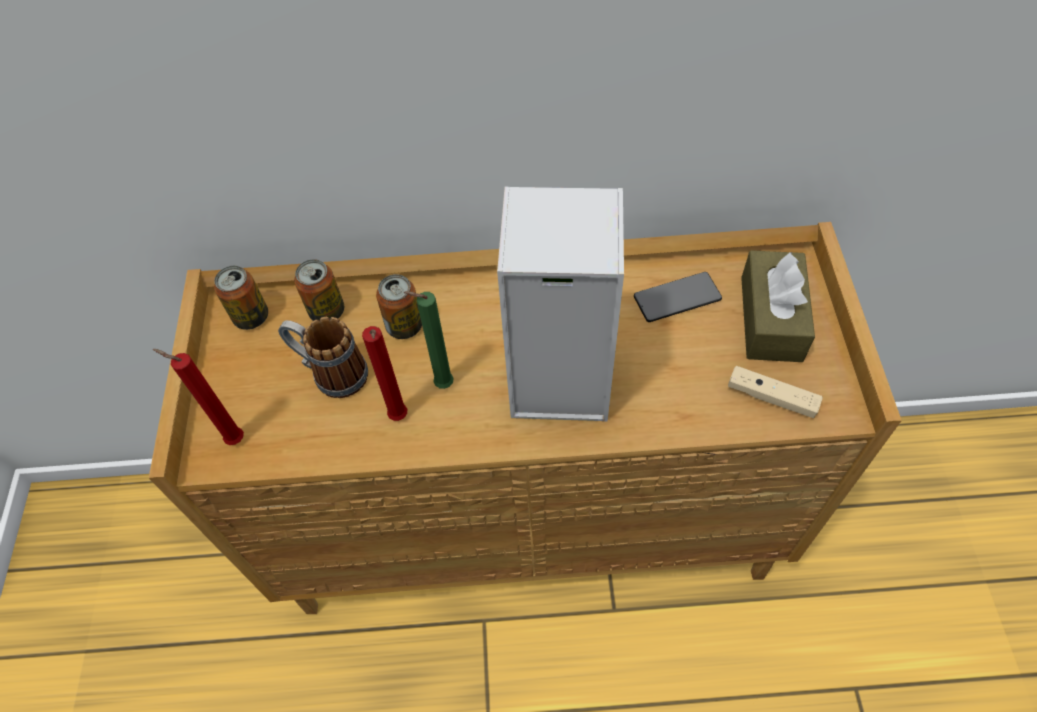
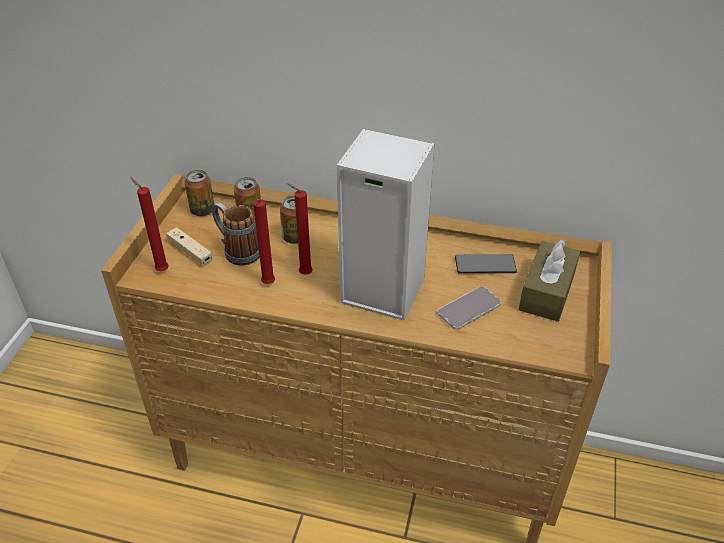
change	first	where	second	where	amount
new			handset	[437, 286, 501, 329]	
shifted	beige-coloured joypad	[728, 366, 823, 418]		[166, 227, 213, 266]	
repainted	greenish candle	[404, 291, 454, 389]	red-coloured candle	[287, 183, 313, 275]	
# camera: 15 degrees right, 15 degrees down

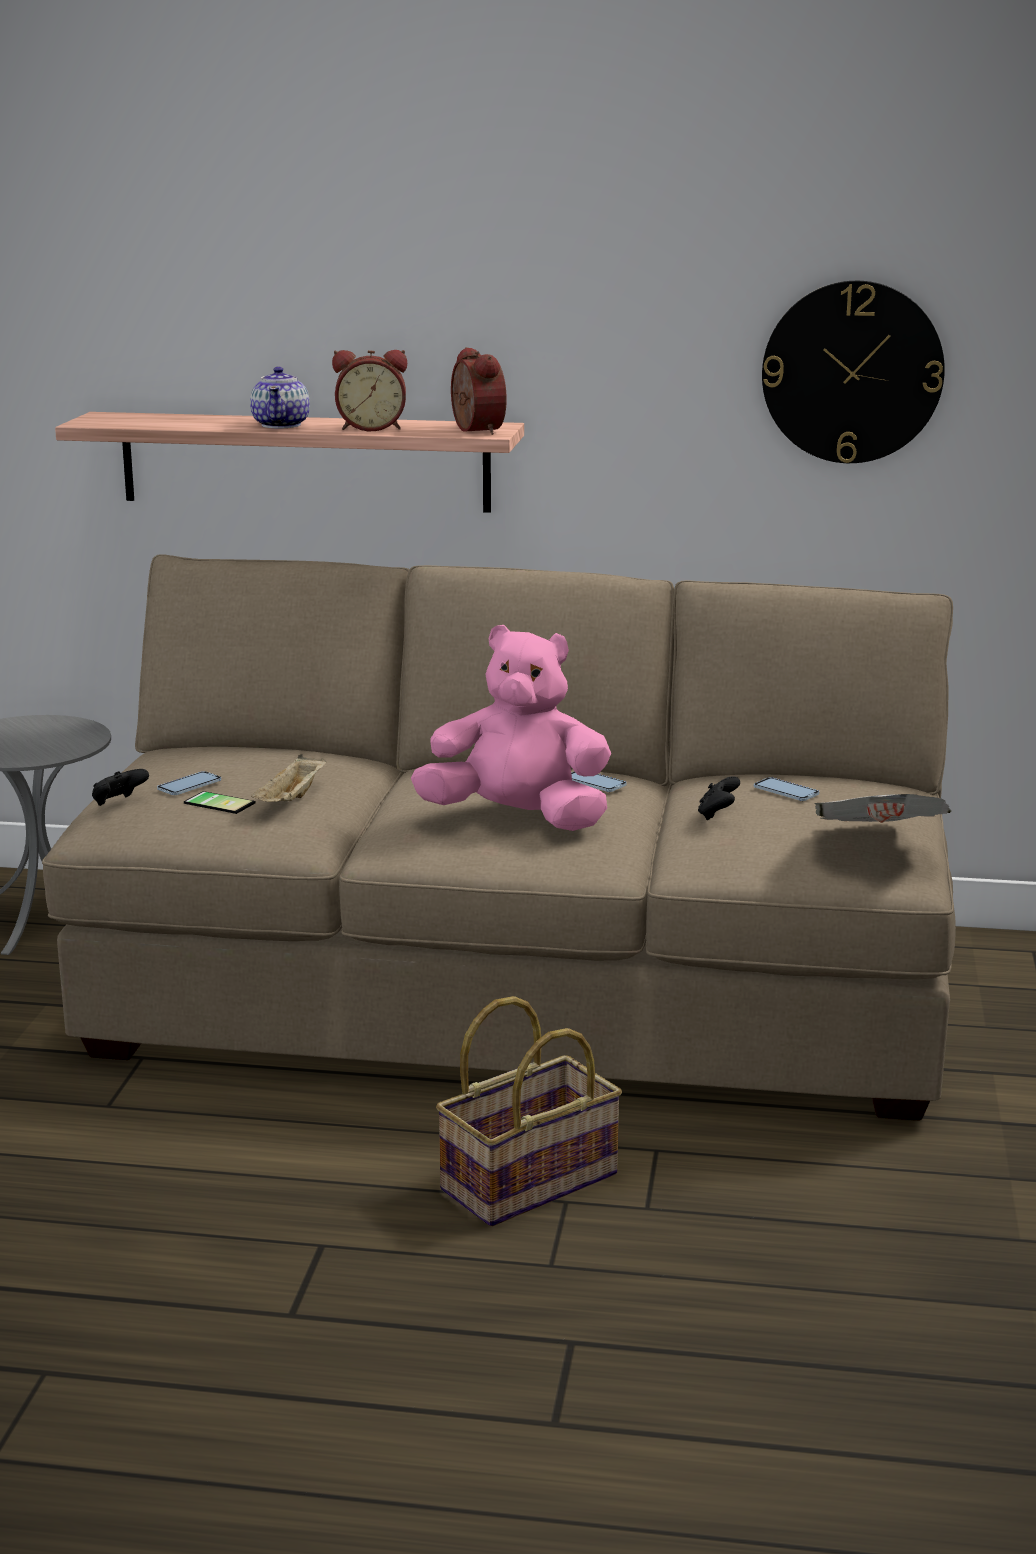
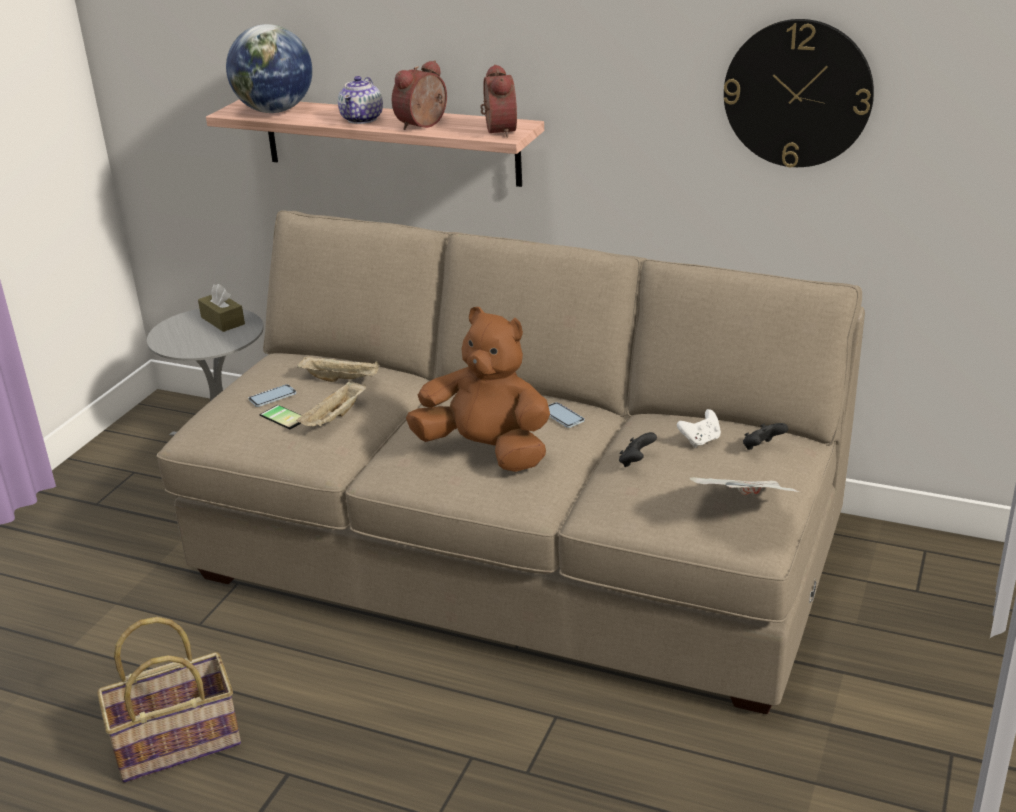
change	first	where	second	where	amount
new			brownish box of tissues	[198, 284, 245, 332]	
new			world globe	[226, 24, 312, 113]	
new			beige-coloured tray	[297, 356, 379, 382]	
shifted	blackish joypad	[92, 769, 149, 806]		[743, 423, 788, 450]	
shifted	household basket	[436, 996, 622, 1227]		[97, 617, 241, 783]	
swapped	handset	[754, 777, 819, 801]	white joypad	[677, 409, 721, 448]	
repainted	pinkish cuddly toy	[411, 625, 611, 831]	brownish cuddly toy	[406, 307, 550, 472]	
rotated	bedside clock	[332, 350, 407, 431]		[392, 60, 447, 130]	120 degrees clockwise
# camera: 15 degrees right, 10 degrees up

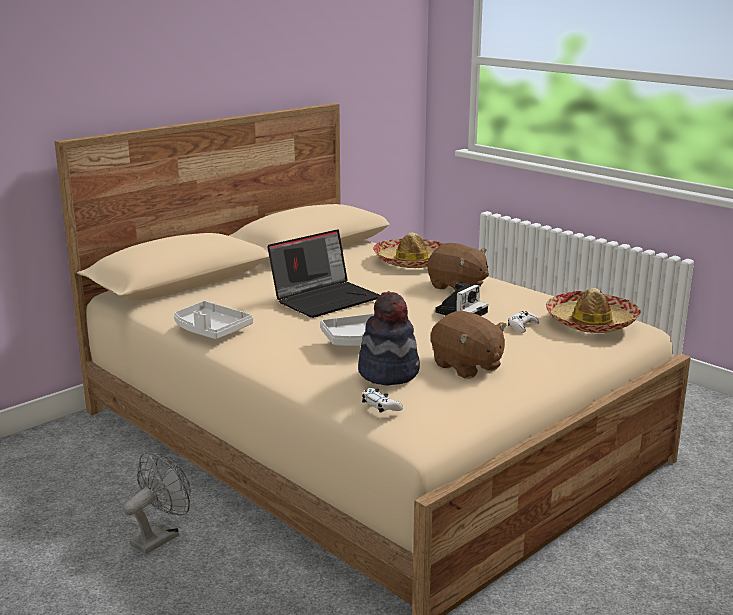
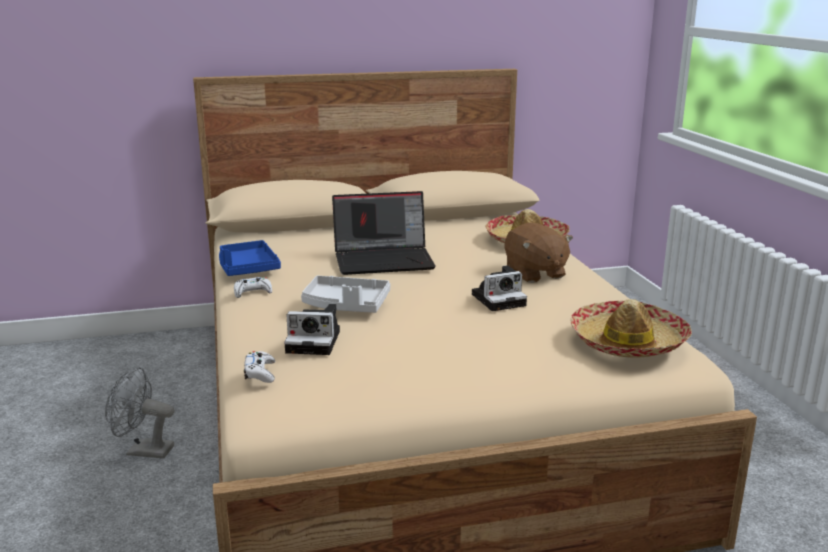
change	first	where	second	where	amount
gone	brownish cuddly toy	[431, 311, 507, 379]			
shifted	white joypad	[508, 311, 539, 333]		[234, 277, 272, 298]	
swapped	hat	[358, 291, 420, 385]	photo camera	[284, 304, 340, 355]	
repainted	greyish tray	[174, 301, 253, 339]	blue-coloured tray	[219, 240, 281, 276]	
rotated	greyish electric fan	[123, 452, 191, 554]		[105, 367, 174, 459]	150 degrees counterclockwise
# camera: 30 degrees right, 0 degrees up

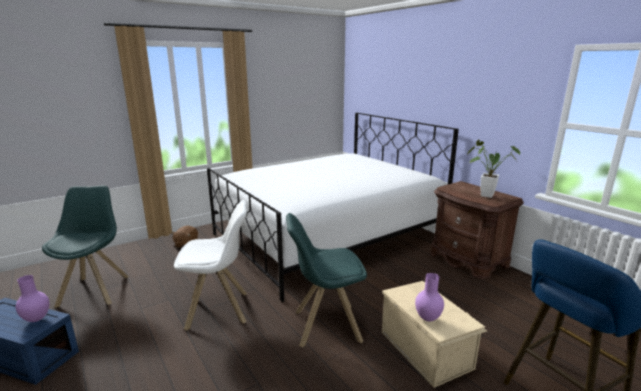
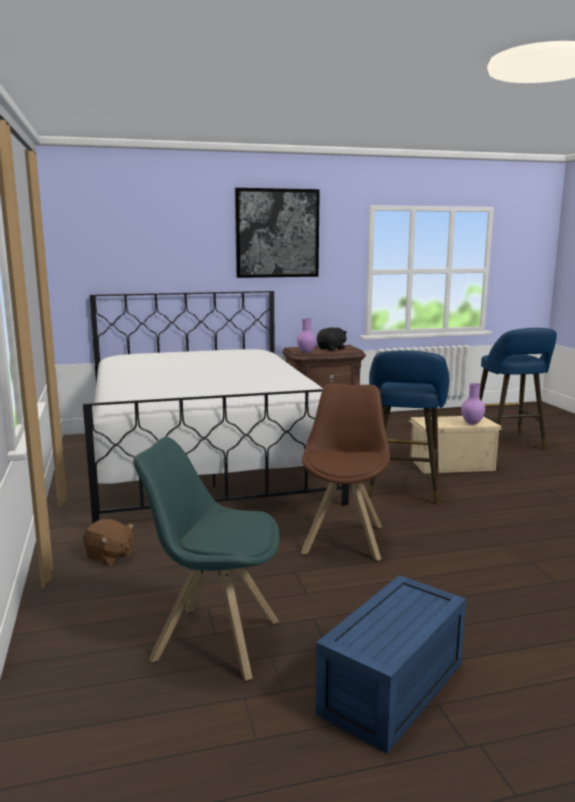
change	first	where	second	where	amount
new			wall art	[235, 188, 320, 278]	
shifted	purplish vase	[16, 275, 49, 322]		[297, 318, 316, 353]	
swapped	blue-green plain chair	[286, 213, 367, 348]	blue-coloured stool seat	[368, 350, 449, 504]	
swapped	houseplant	[468, 140, 520, 198]	blackish cuddly toy	[317, 327, 347, 351]	
repainted	white plain chair	[174, 200, 247, 331]	brownish plain chair	[301, 383, 390, 561]	
# camera: 70 degrees left, 5 degrees down

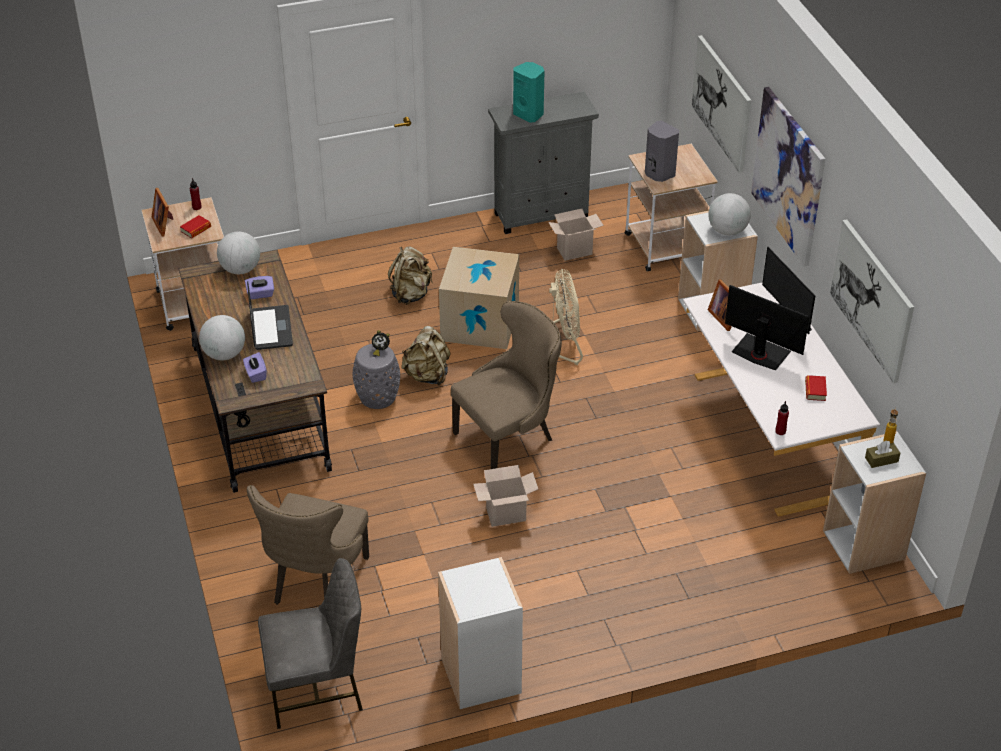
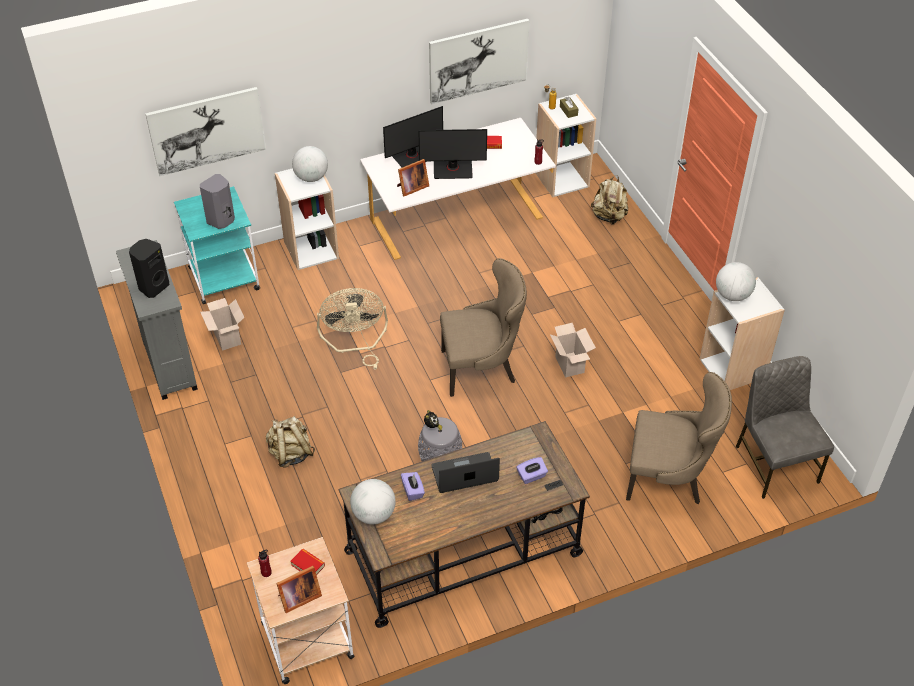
change	first	where	second	where	amount
gone	packing box	[439, 247, 519, 349]			
gone	wall art	[751, 87, 825, 266]			
shifted	world globe	[199, 315, 245, 360]		[716, 262, 756, 301]	
shifted	beige-coloured knapsack	[401, 326, 451, 386]		[591, 175, 628, 224]	
repainted	blue-green audio speaker	[513, 62, 544, 123]	blackish audio speaker	[129, 239, 170, 298]	
repainted	beige-coloured trolley	[625, 144, 718, 271]	blue-green trolley	[174, 186, 260, 304]	
rotated	beige-coloured plain chair	[451, 301, 562, 469]		[440, 258, 527, 397]	120 degrees clockwise
rotated	computer screen	[725, 285, 810, 370]		[418, 129, 487, 179]	120 degrees counterclockwise
# camera: 95 degrees left, 5 degrees up

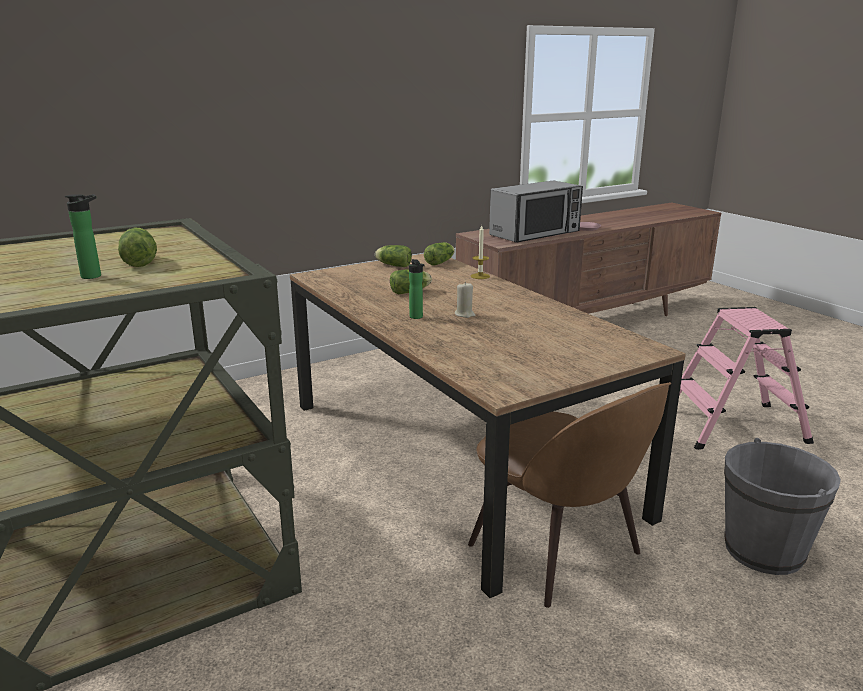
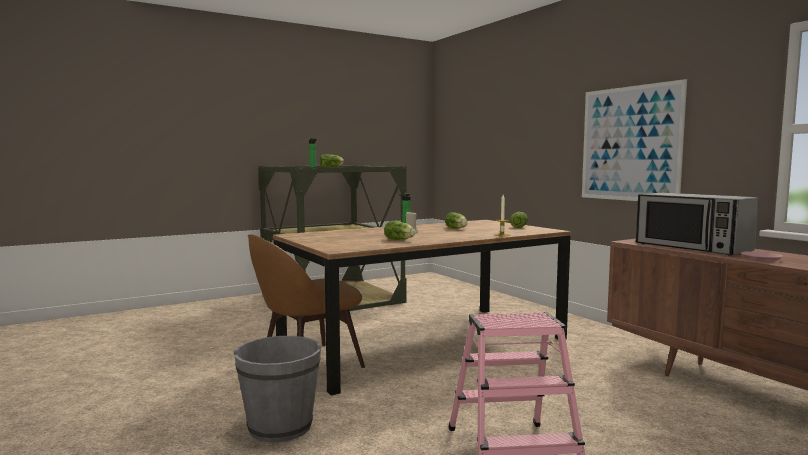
change	first	where	second	where	amount
new			wall art	[582, 79, 687, 201]	
shifted	lettuce head	[424, 242, 455, 266]		[384, 221, 415, 240]	
# camera: 90 degrees right, 15 degrees down

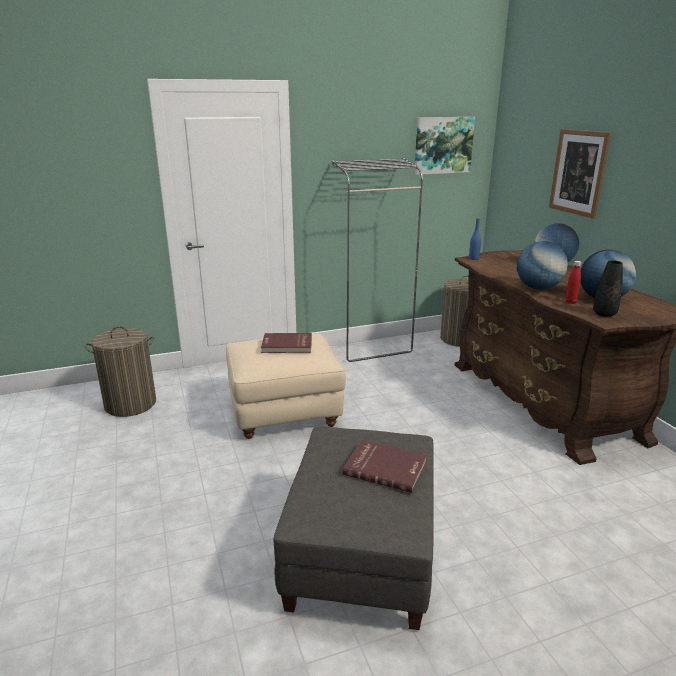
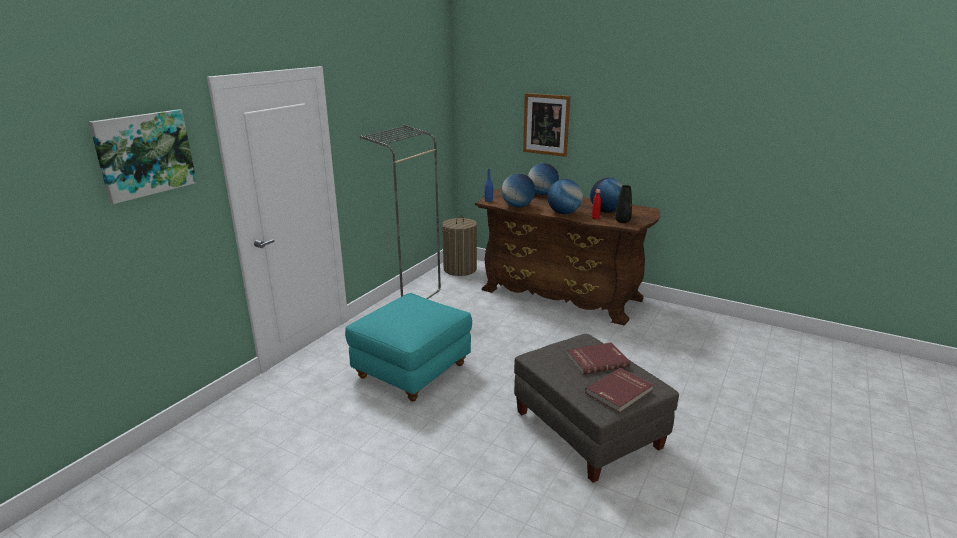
change	first	where	second	where	amount
gone	laundry basket	[85, 326, 156, 417]			
new			world globe	[502, 173, 535, 207]	
shifted	red-coloured volume	[261, 333, 312, 353]		[585, 368, 653, 413]	
shifted	wall art	[414, 117, 475, 175]		[89, 109, 197, 204]	
repainted	beige-coloured ottoman	[226, 334, 346, 439]	blue-green ottoman	[345, 293, 472, 401]	
# camera: 40 degrees left, 0 degrees up

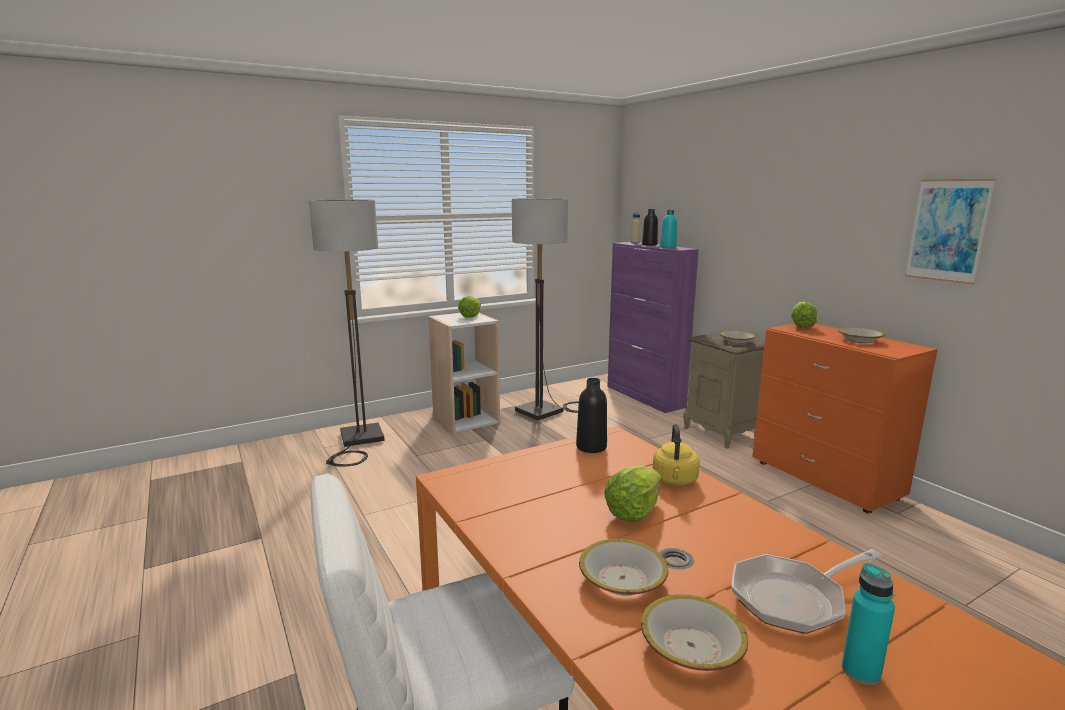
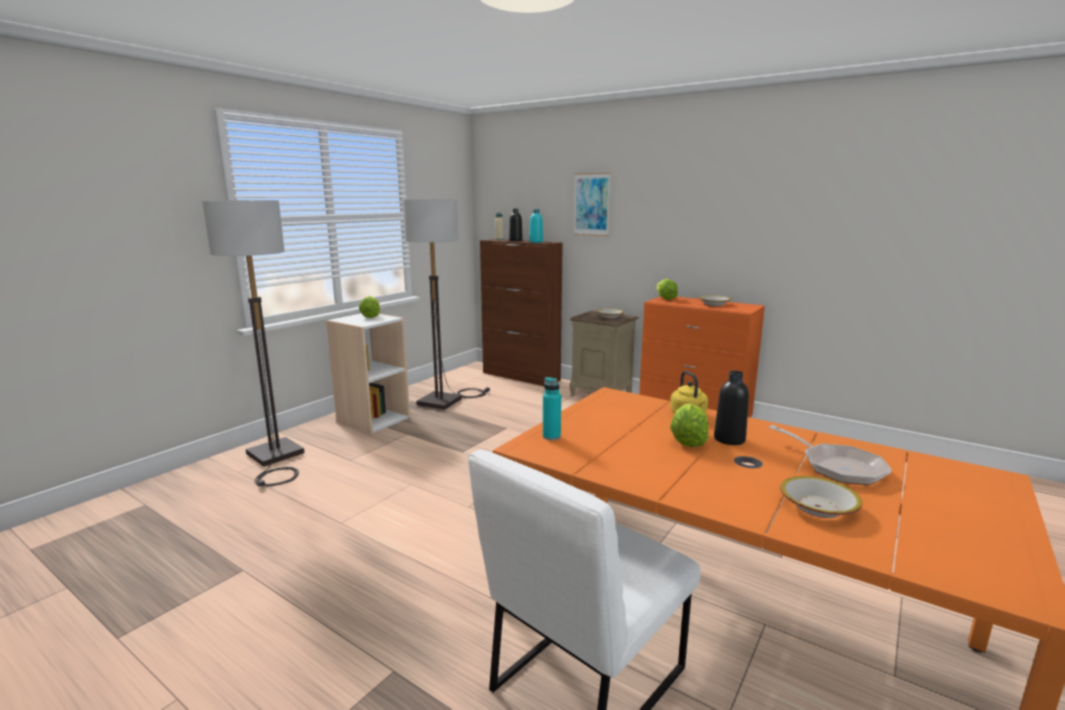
change	first	where	second	where	amount
gone	bowl	[579, 539, 668, 596]			
shifted	blackish bottle	[576, 378, 607, 453]		[714, 371, 749, 445]	
shifted	blue-green bottle	[842, 563, 895, 685]		[543, 377, 561, 440]	
shifted	wall art	[905, 179, 996, 284]		[573, 173, 611, 236]	
repainted	purplish storage cabinet	[608, 242, 699, 413]	brownish storage cabinet	[480, 239, 563, 386]	
rotated	pan	[732, 549, 882, 634]		[769, 425, 892, 485]	75 degrees counterclockwise
# camera: 25 degrees left, 0 degrees up

